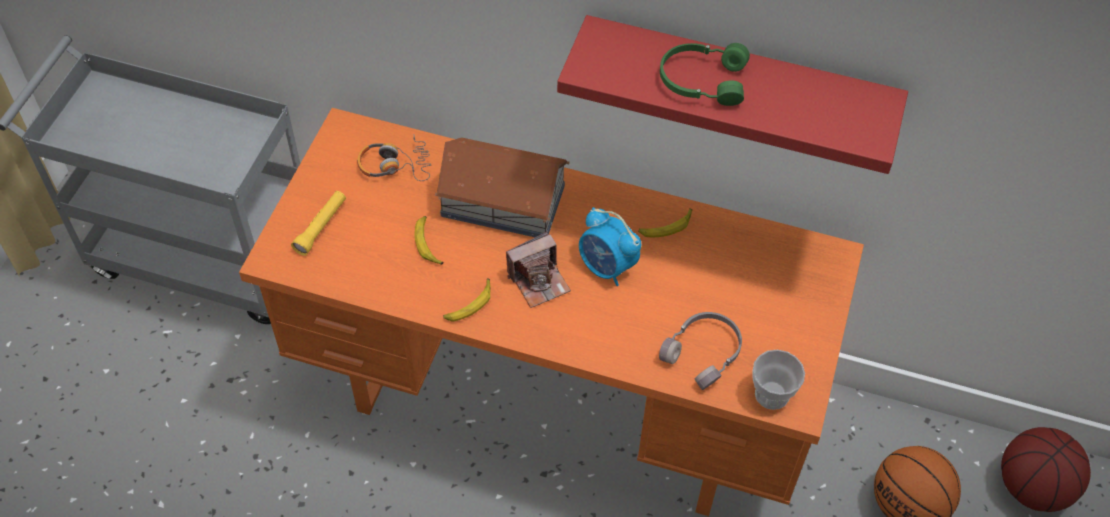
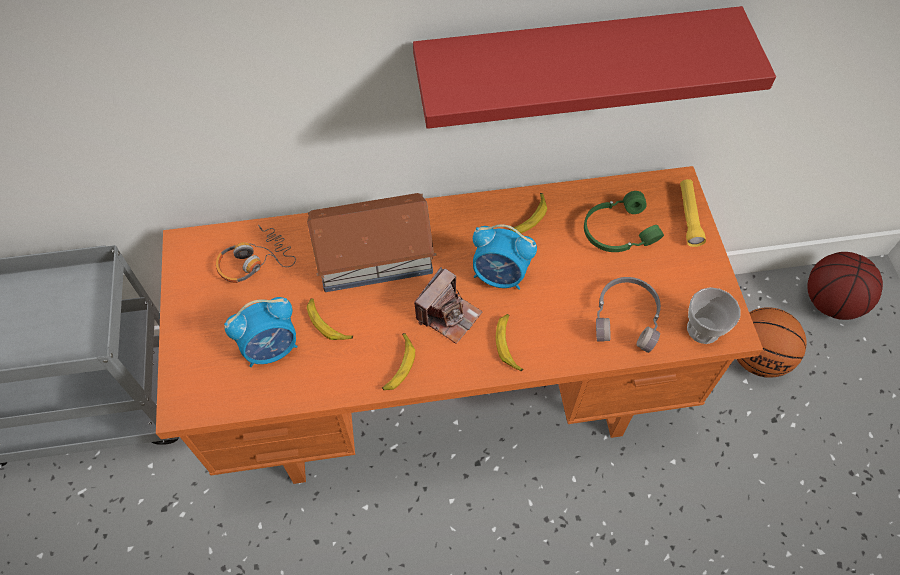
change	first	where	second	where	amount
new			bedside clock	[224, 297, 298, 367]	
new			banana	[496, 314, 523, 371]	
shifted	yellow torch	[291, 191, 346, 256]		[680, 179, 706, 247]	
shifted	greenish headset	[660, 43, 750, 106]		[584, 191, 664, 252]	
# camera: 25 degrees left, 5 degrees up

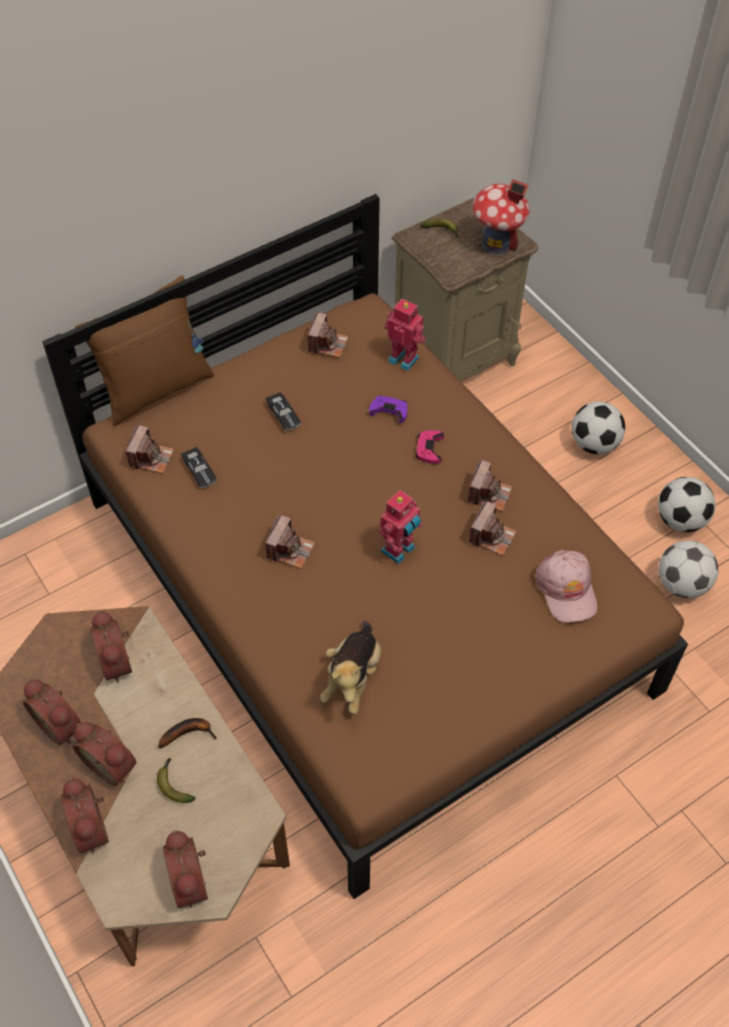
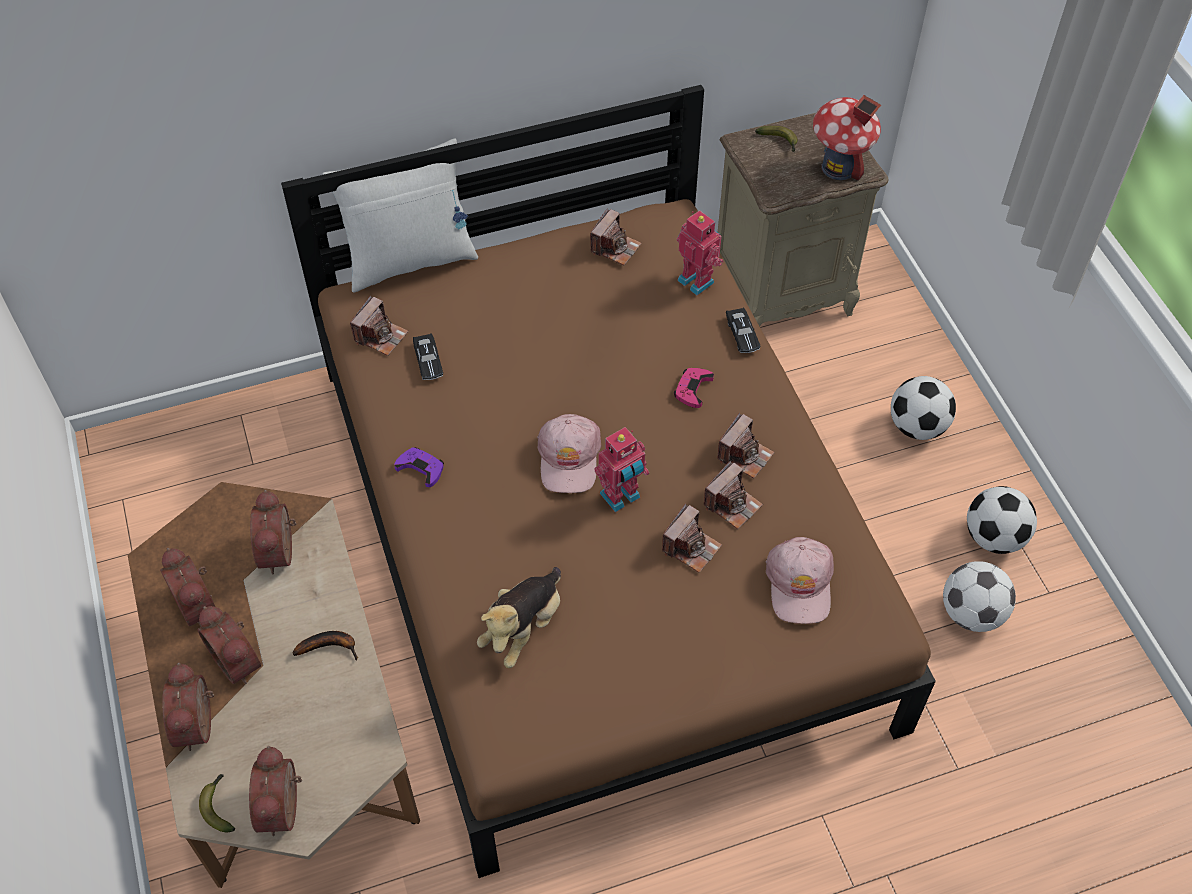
change	first	where	second	where	amount
new			pinkish baseball cap	[537, 414, 601, 493]	
shifted	banana	[157, 758, 196, 803]		[199, 774, 235, 832]	
shifted	photo camera	[265, 515, 315, 569]		[662, 504, 722, 573]	
shifted	blackish model car	[266, 392, 301, 431]		[726, 308, 761, 353]	
shifted	purplish joypad	[369, 395, 408, 423]		[394, 447, 444, 487]	
repainted	brownish throw pillow	[75, 275, 214, 426]	greyish throw pillow	[322, 138, 478, 292]	
# camera: 15 degrees right, 0 degrees up

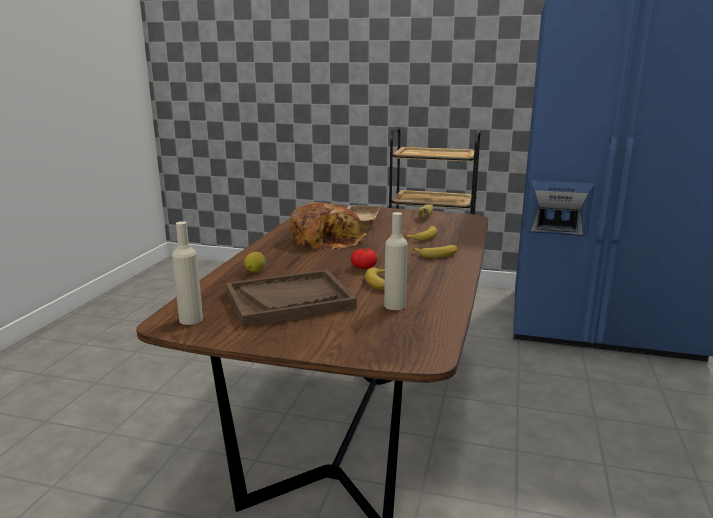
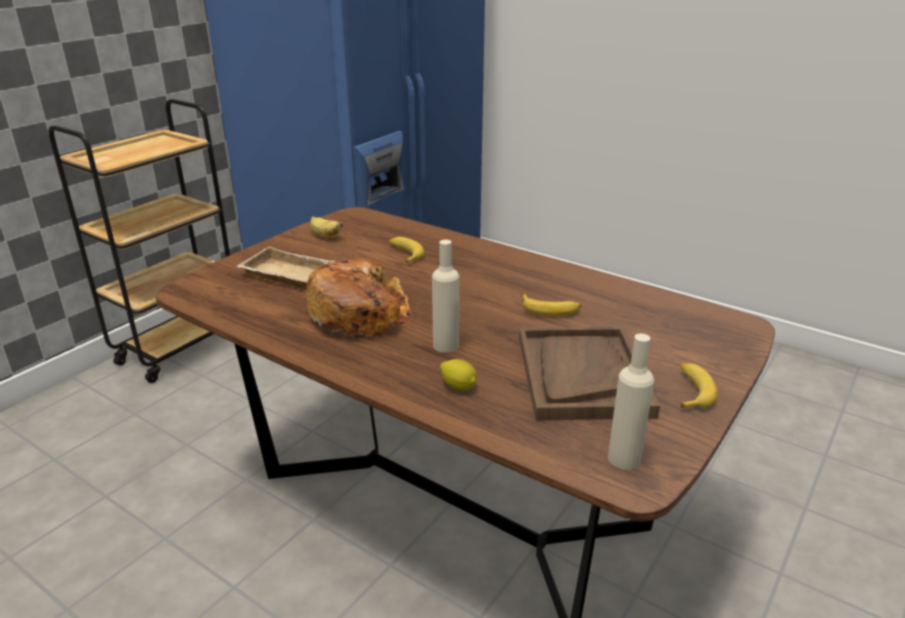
change	first	where	second	where	amount
gone	fresh tomato	[351, 248, 377, 269]			
shifted	beige-coloured bottle	[384, 212, 408, 310]		[432, 240, 459, 353]	
shifted	banana	[413, 245, 458, 258]		[681, 363, 718, 408]	
# camera: 70 degrees left, 10 degrees up

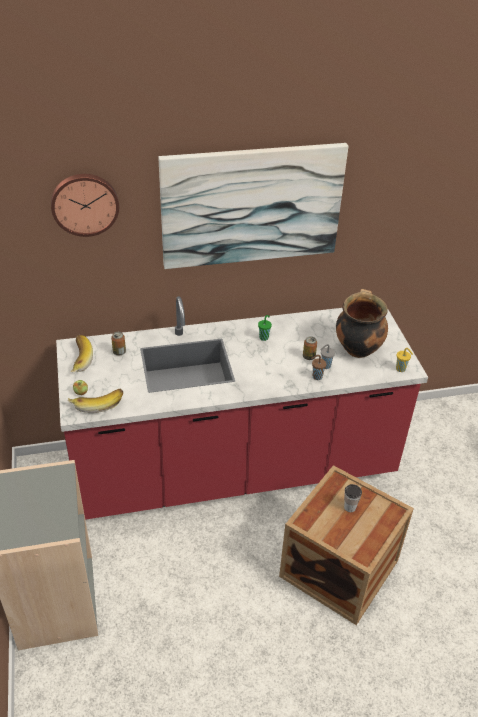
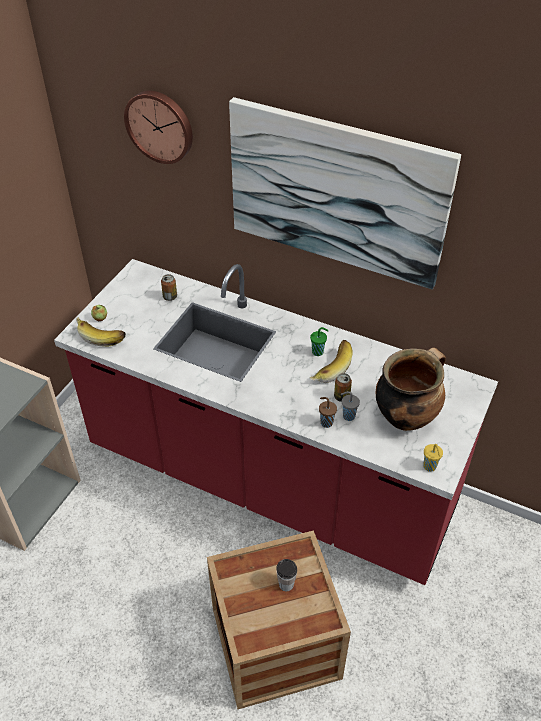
change	first	where	second	where	amount
shifted	banana	[70, 335, 93, 372]		[309, 340, 353, 383]	
# camera: 40 degrees right, 5 degrees up

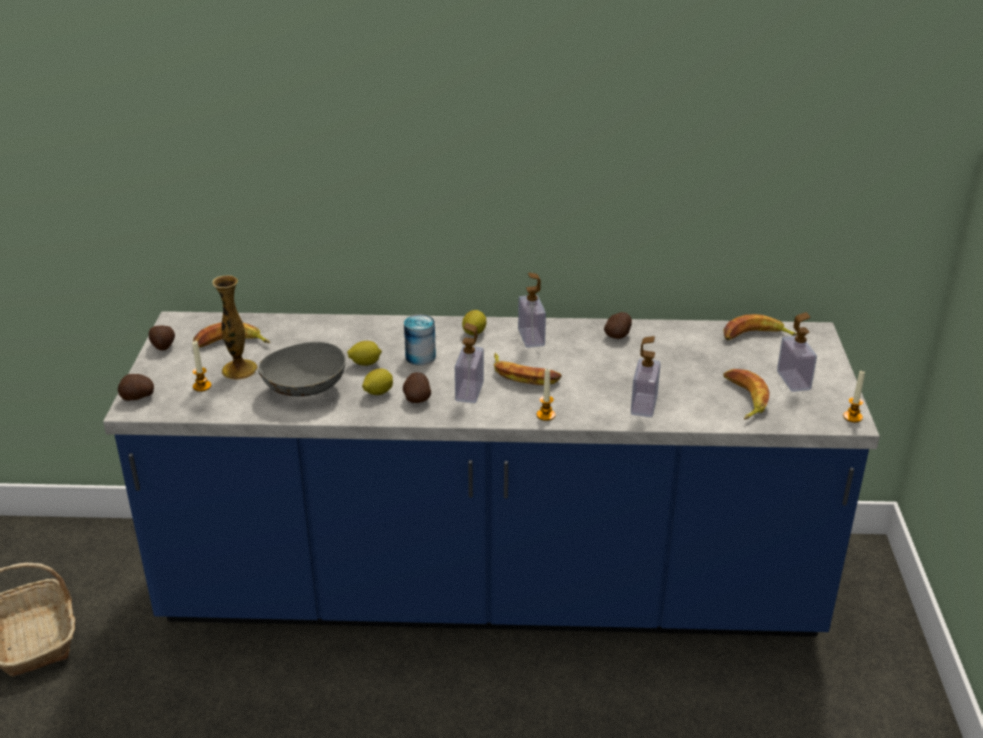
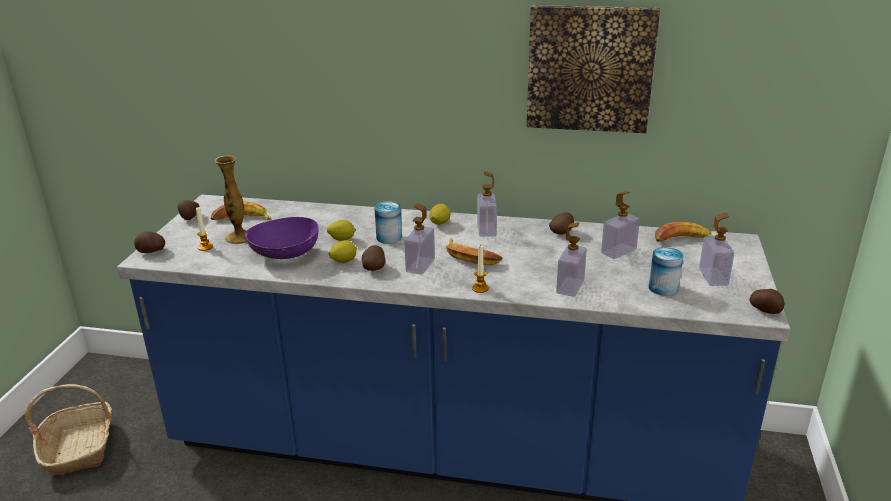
change	first	where	second	where	amount
new			wall art	[526, 5, 660, 133]	
new			soap bottle	[601, 191, 640, 259]	
swapped	banana	[723, 369, 769, 420]	can	[648, 247, 683, 296]	
swapped	candle	[843, 370, 865, 423]	whole potato	[749, 289, 785, 314]	
repainted	greyish bowl	[258, 342, 346, 397]	purplish bowl	[245, 217, 318, 259]	
# camera: 10 degrees right, 5 degrees down

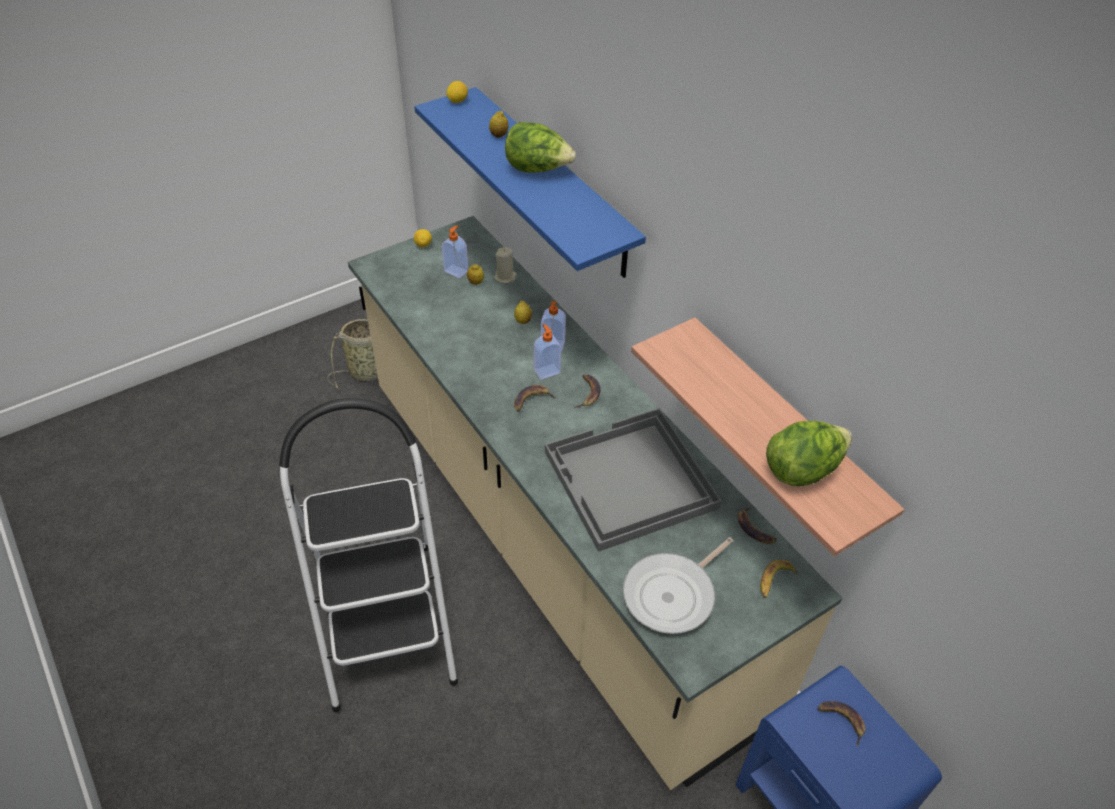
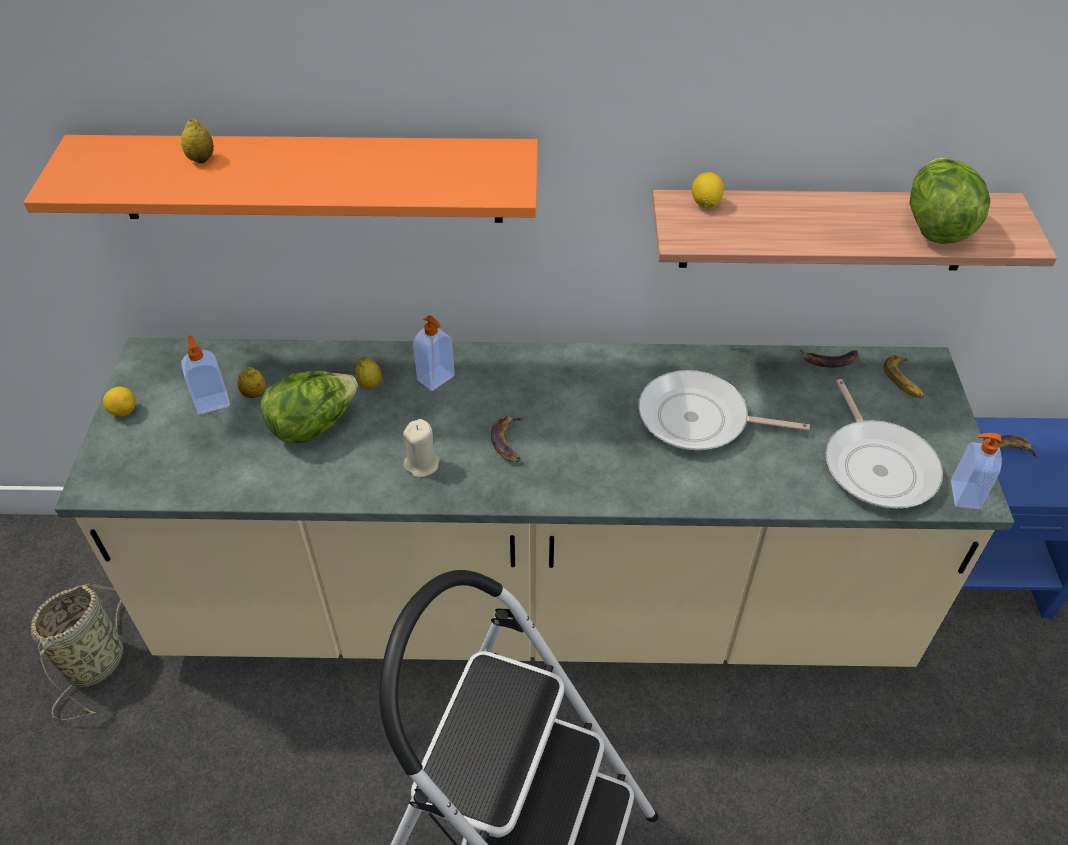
change	first	where	second	where	amount
gone	banana	[575, 374, 601, 408]			
shifted	lemon	[446, 81, 468, 103]		[692, 172, 724, 208]	
shifted	beige-coloured candle	[494, 247, 517, 283]		[403, 419, 440, 478]	
shifted	lettuce head	[505, 122, 576, 172]		[261, 371, 358, 444]	
shifted	soap bottle	[534, 324, 561, 380]		[951, 433, 1002, 509]	
swapped	greyish tray	[545, 408, 722, 552]	pan	[638, 370, 810, 450]	
repainted	blue-coloured wall shelf	[414, 87, 646, 278]	orange wall shelf	[24, 135, 538, 223]	
# camera: 55 degrees left, 0 degrees up

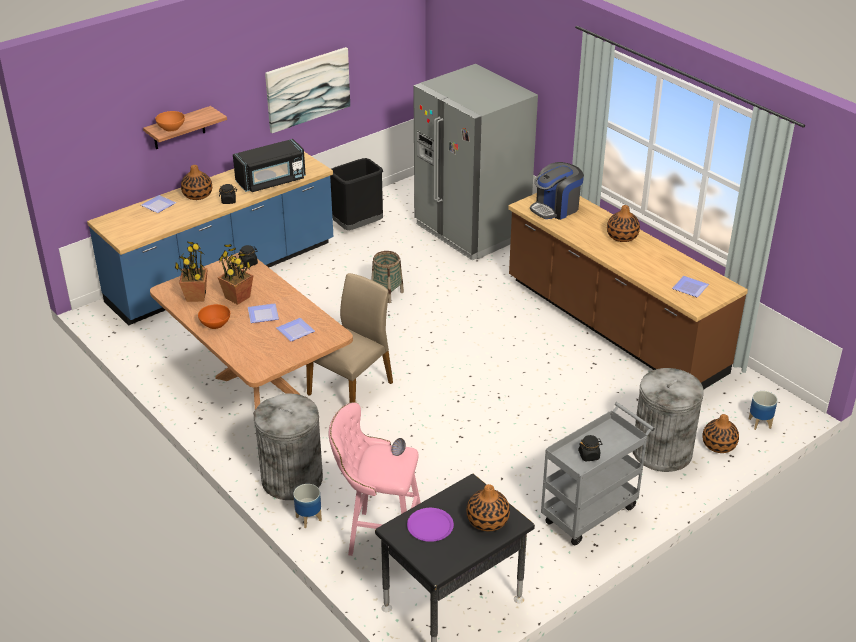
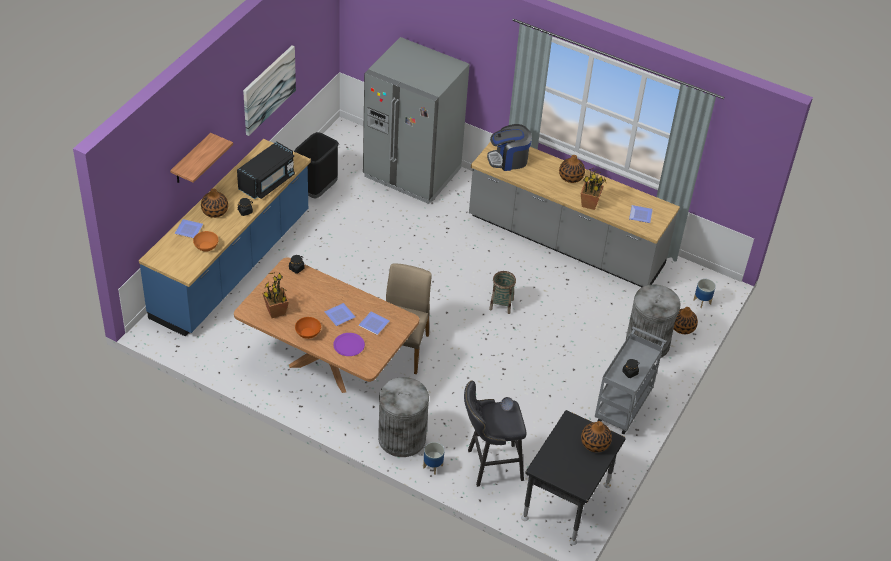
change	first	where	second	where	amount
shifted	orange bowl	[155, 111, 185, 131]		[193, 231, 219, 252]	
shifted	houseplant	[217, 244, 254, 305]		[581, 168, 606, 210]	
shifted	household basket	[371, 251, 404, 303]		[489, 271, 516, 314]	
shifted	purplish plate	[407, 508, 454, 542]		[333, 333, 365, 356]	
repainted	pinkish stool seat	[329, 402, 421, 556]	blackish stool seat	[464, 380, 527, 487]	
repainted	brownish counter	[508, 193, 748, 390]	greyish counter	[469, 142, 680, 287]	
rotated	coffee brewer	[530, 162, 584, 220]		[487, 124, 532, 171]	45 degrees clockwise
# camera: 25 degrees left, 10 degrees up

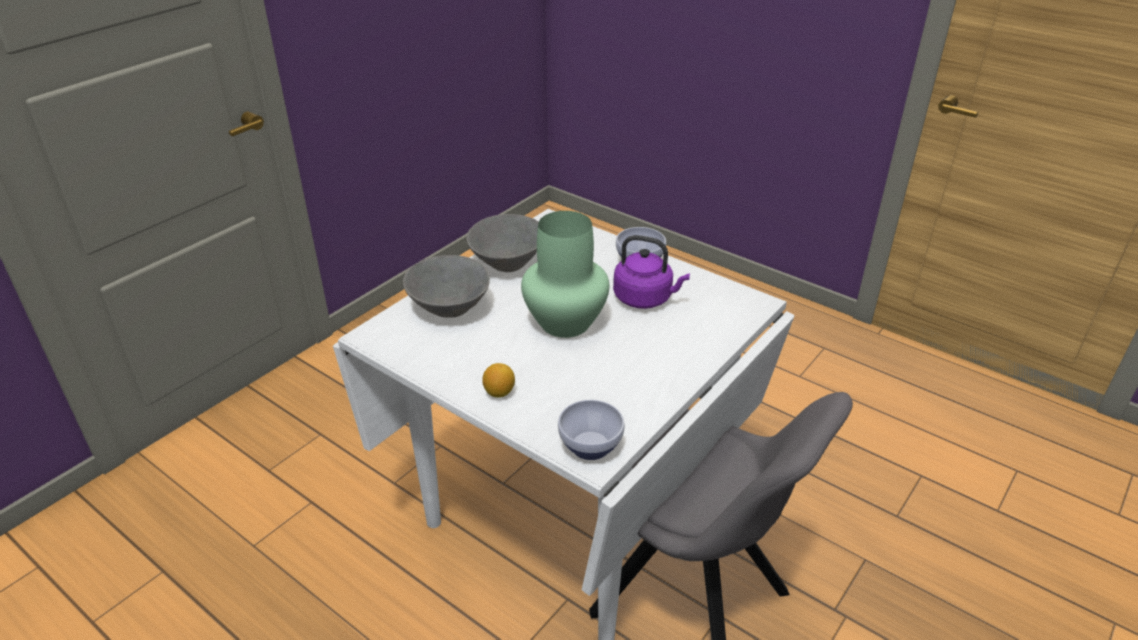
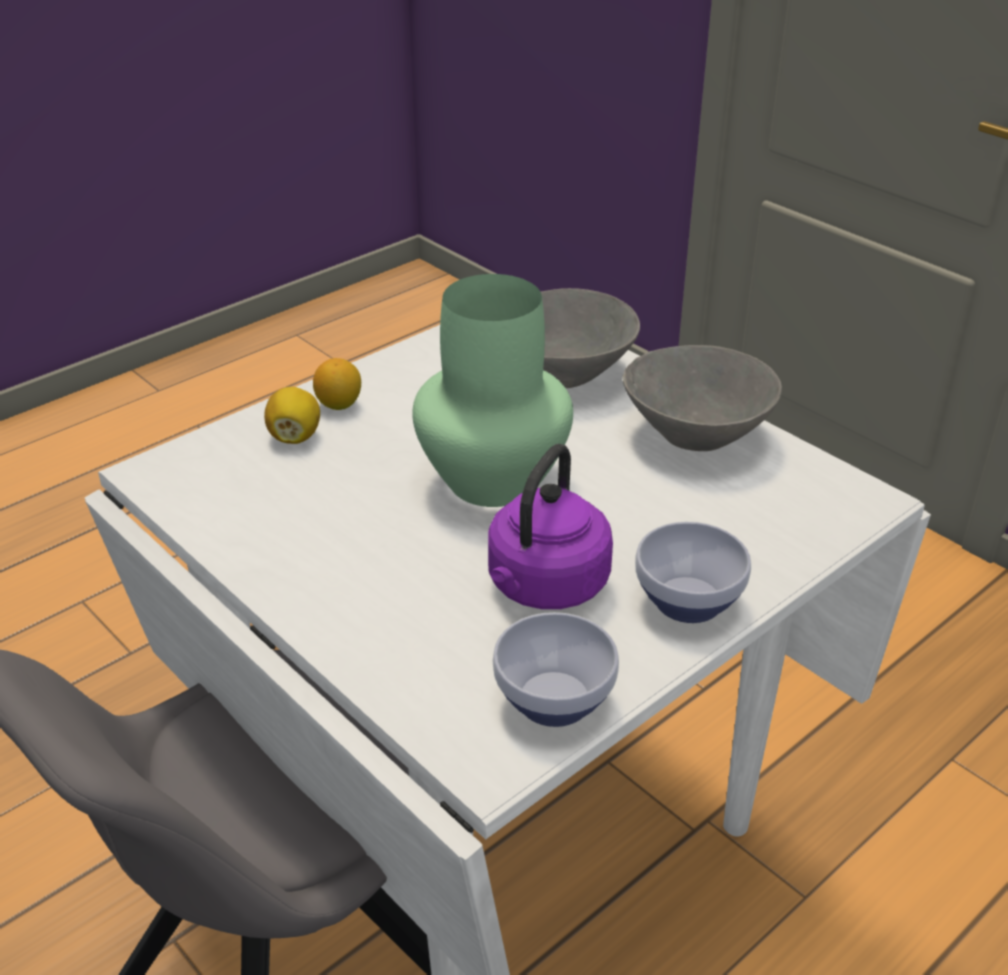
change	first	where	second	where	amount
new			lemon	[264, 387, 320, 444]	
shifted	bowl	[558, 400, 625, 460]		[492, 612, 619, 727]	
# camera: 100 degrees right, 0 degrees up

